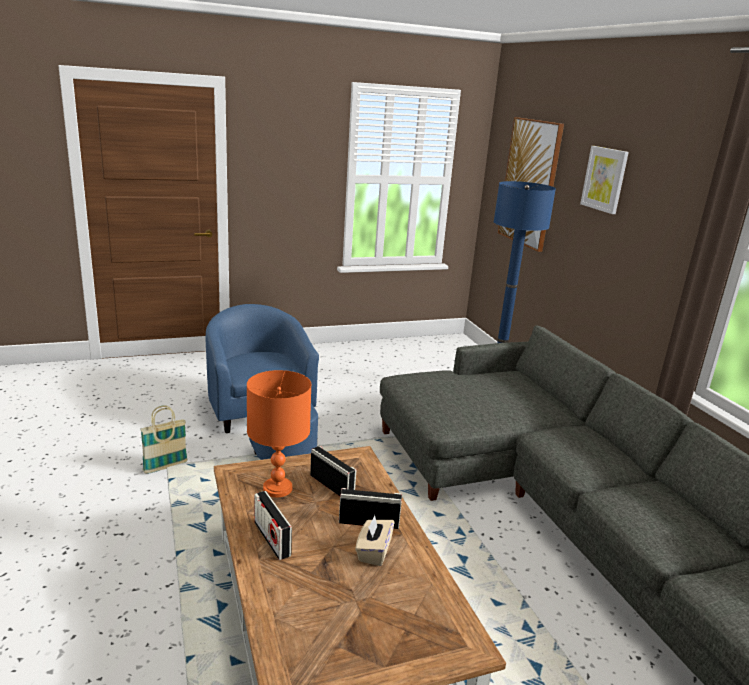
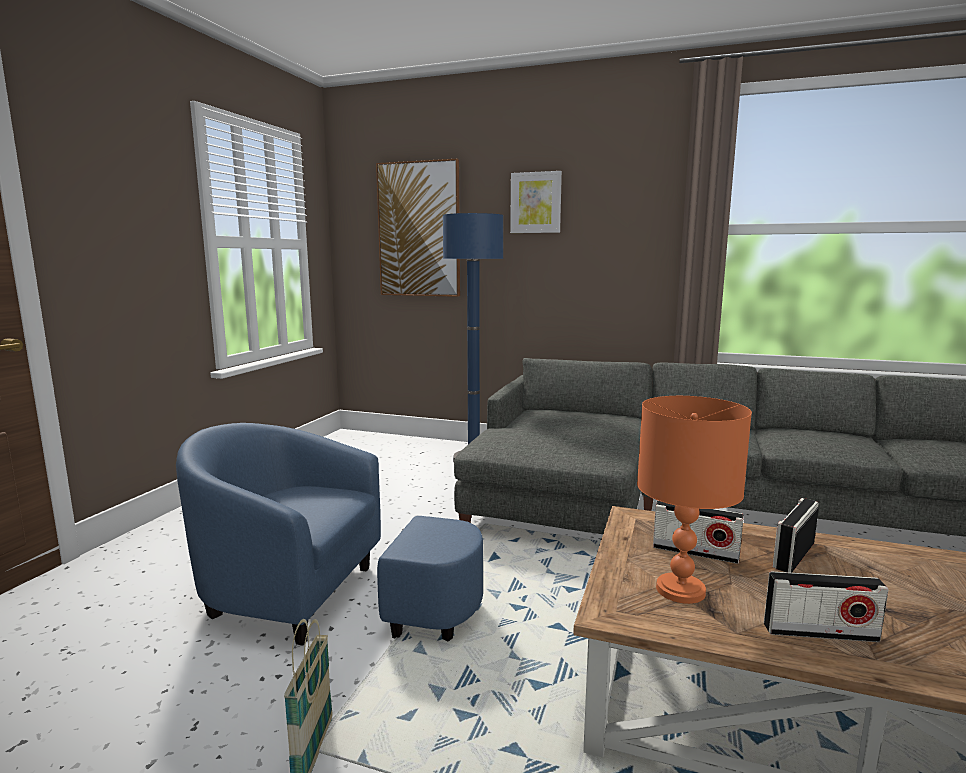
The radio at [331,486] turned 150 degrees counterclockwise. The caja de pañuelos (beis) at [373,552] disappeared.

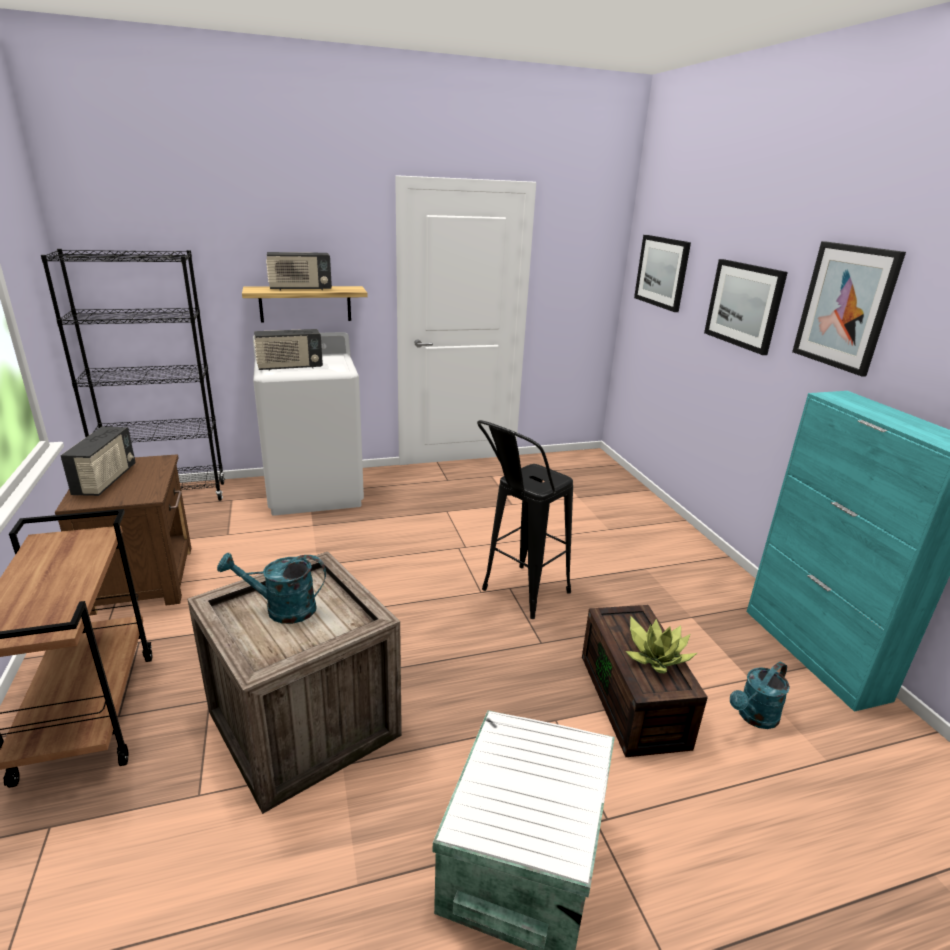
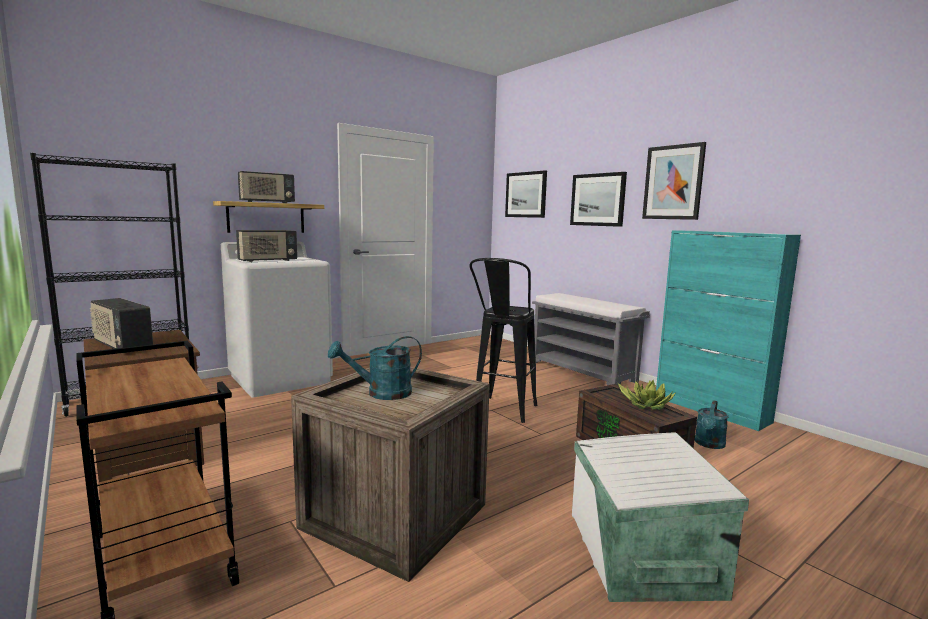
The radio at [106,480] turned 150 degrees clockwise. The banco (gris) at [583,371] appeared.

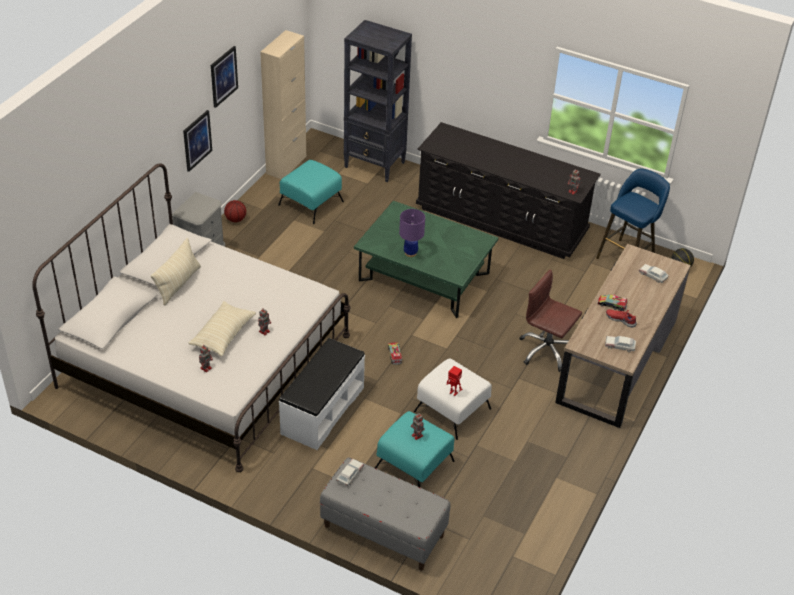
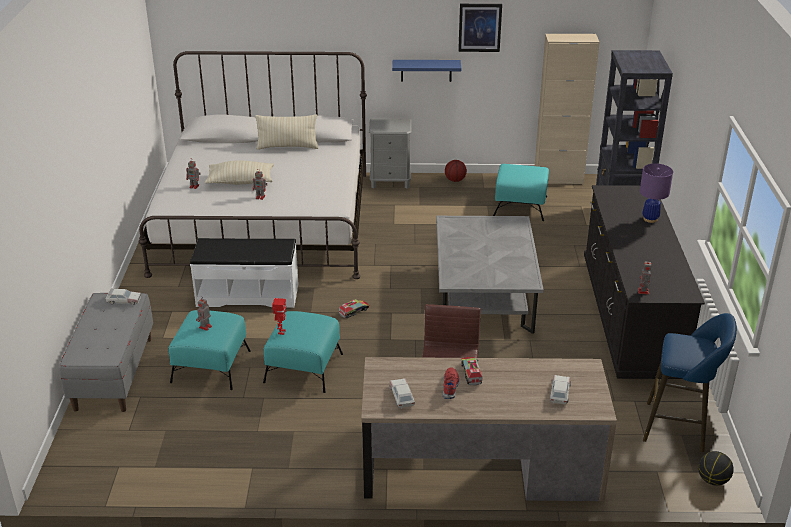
The puf (blanco) at [452,409] became the puf (turquesa) at [304,367]. The cuadro at [197,140] was replaced by the estante (azul) at [426,70]. The mesa de centro (verde) at [424,277] became the mesa de centro (gris) at [484,295]. The lámpara de mesa (morado) moved from [410,253] to [650,219].

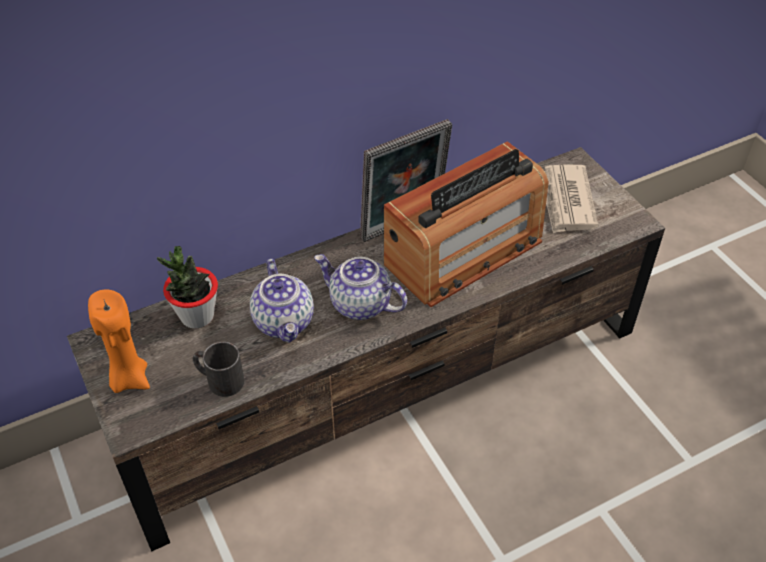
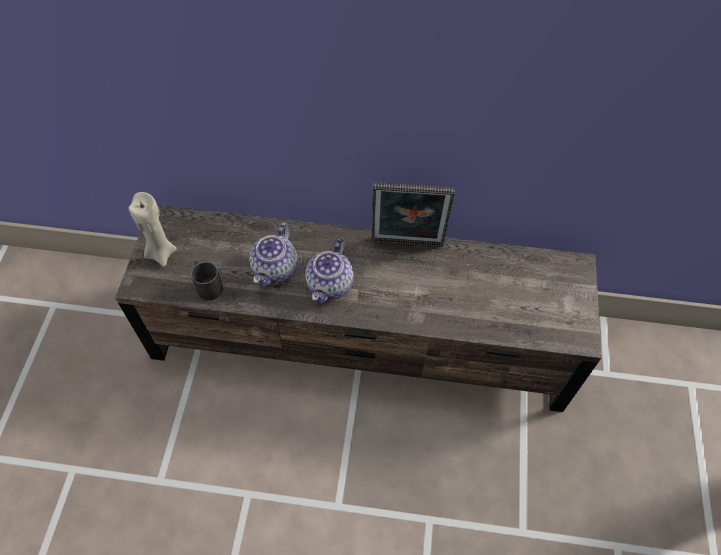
The vela (naranja) at [129,378] became the vela (beis) at [161,253]. The tetera at [359,304] turned 135 degrees counterclockwise. The planta en maceta at [197,316] disappeared. The radio at [464,252] disappeared. The periódico at [566,201] disappeared.

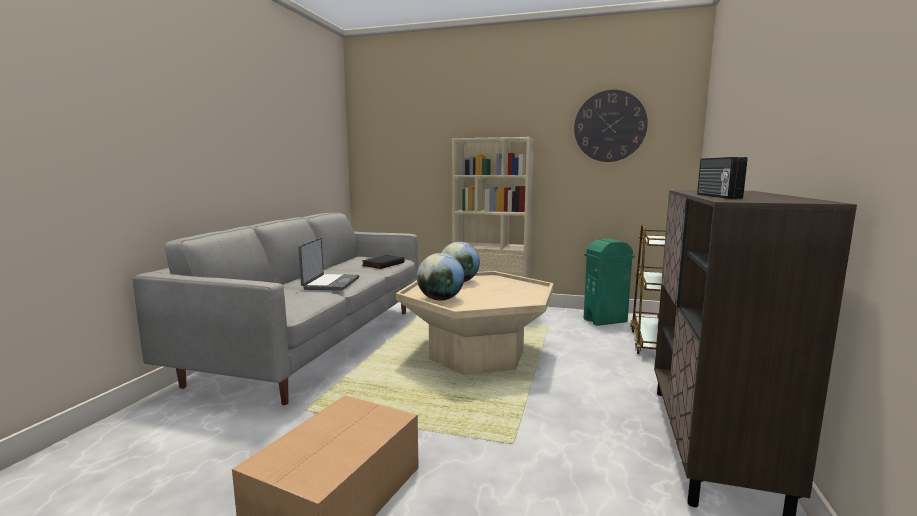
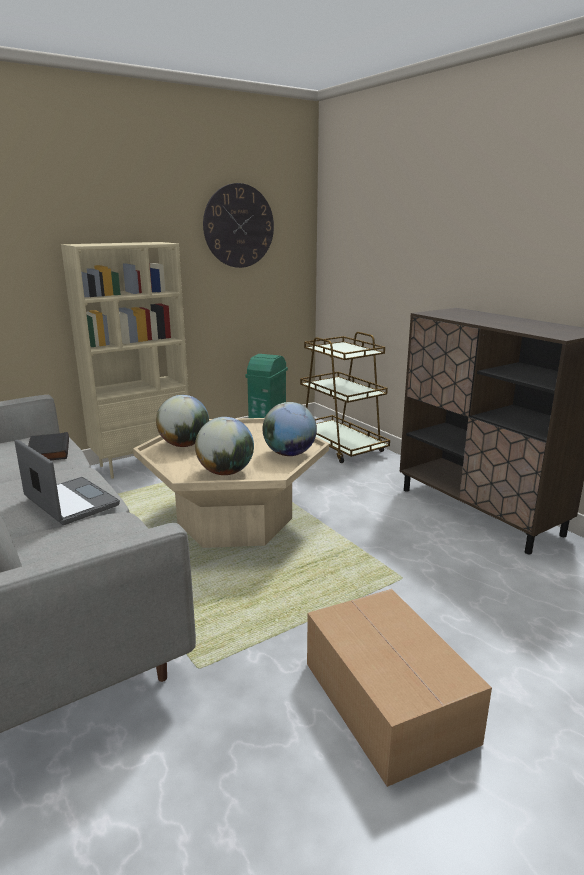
The globo terráqueo at [289,454] appeared. The radio at [716,196] disappeared.

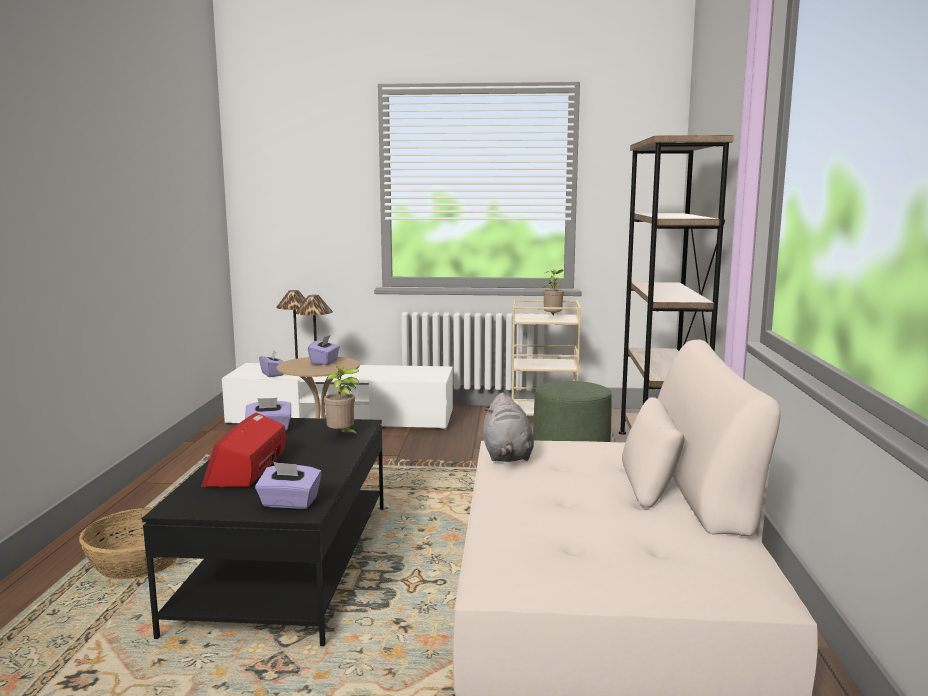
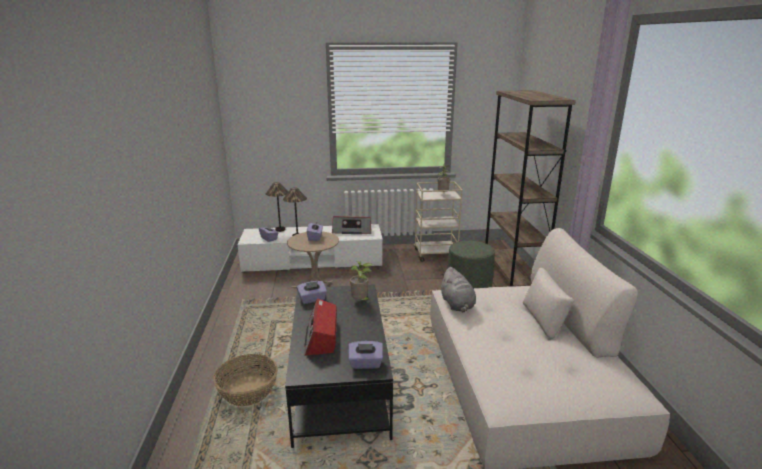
The radio at [352,230] appeared.

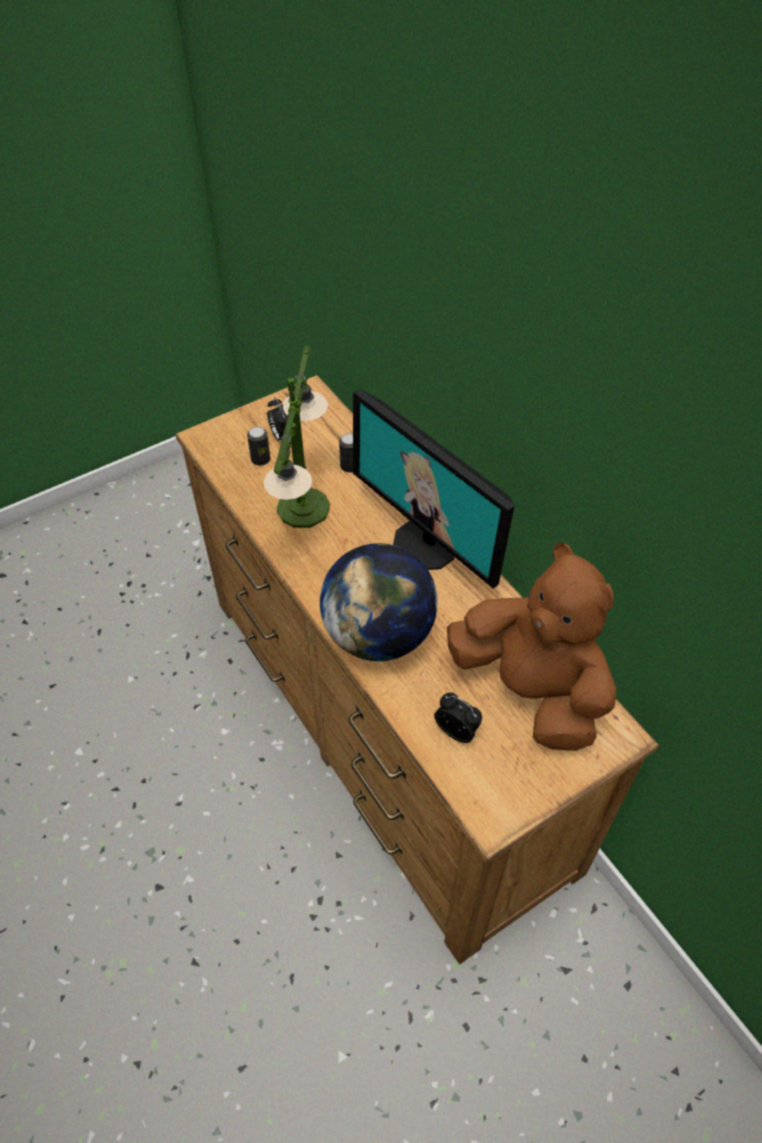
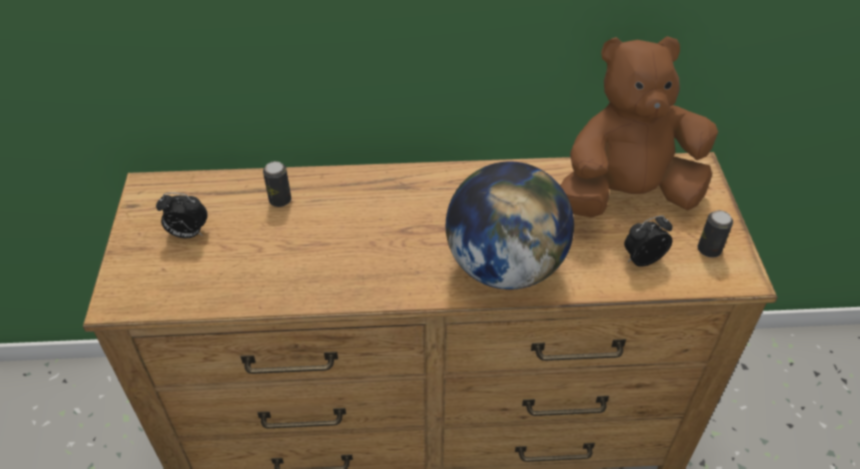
The lata moved from [260,459] to [709,250]. The lámpara de mesa at [303,507] disappeared. The monitor at [426,544] disappeared.

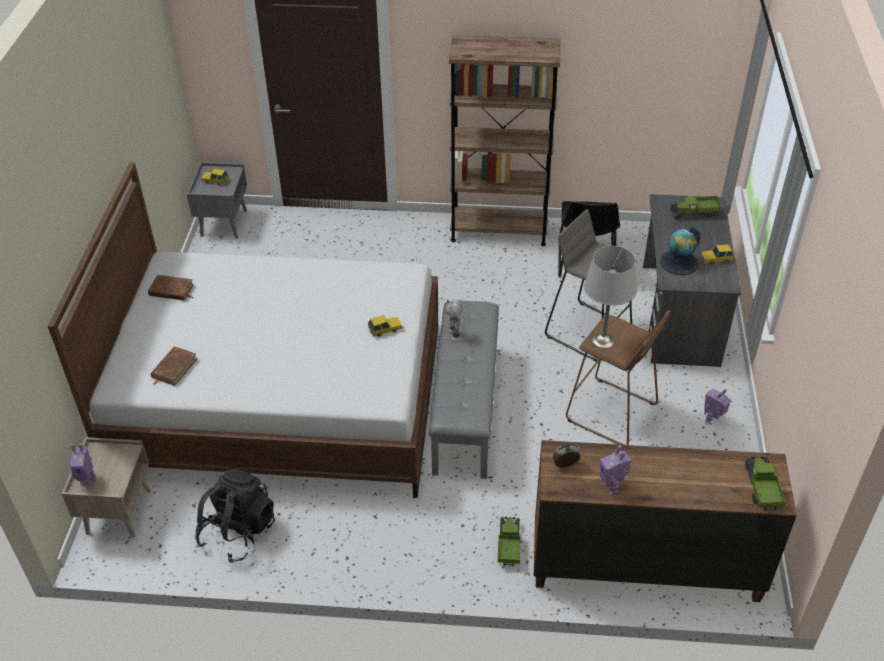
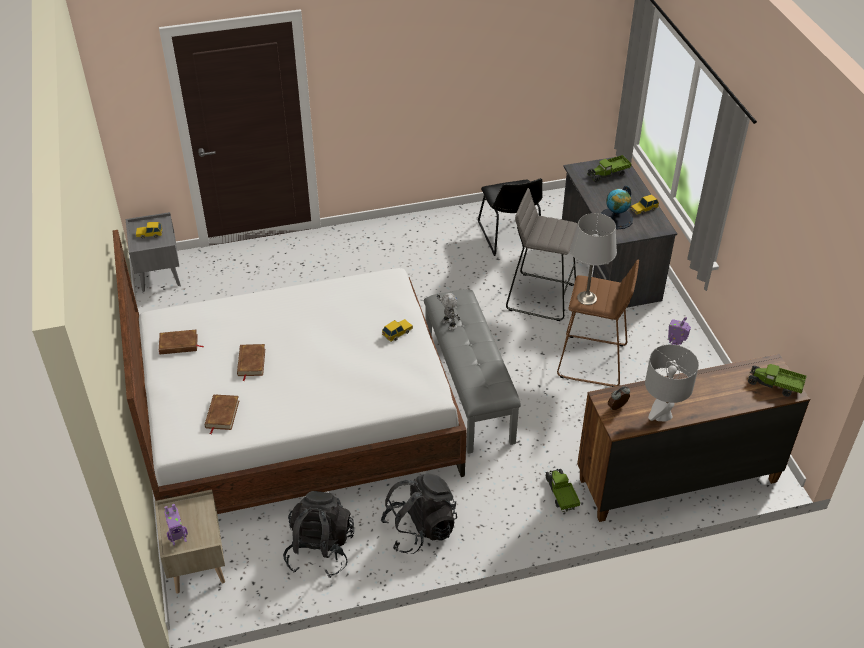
The libro (marrón) at [251,362] appeared. The mochila (negro) at [420,529] appeared. The robot de juguete at [611,487] was replaced by the lámpara de mesa (gris) at [662,415]. The camión de juguete at [761,489] turned 45 degrees counterclockwise. The estantería (marrón) at [499,231] disappeared.

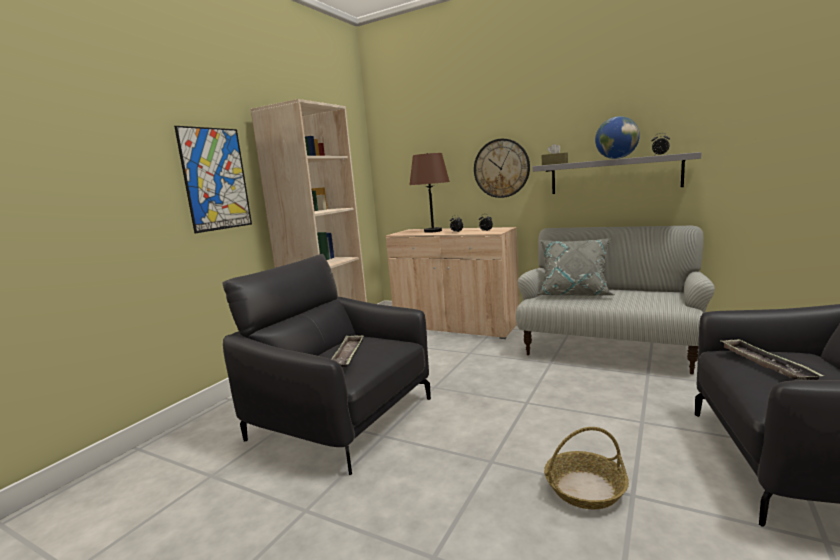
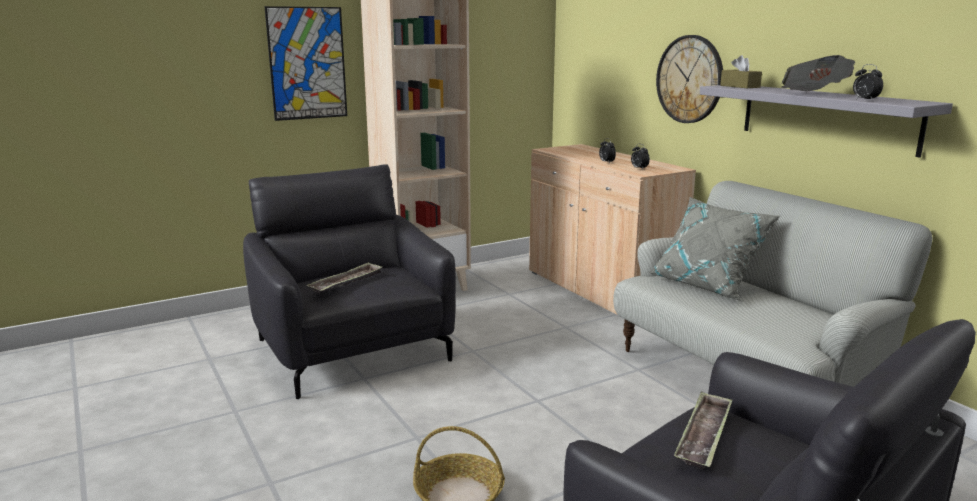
The globo terráqueo at [616,158] was replaced by the periódico at [814,94]. The lámpara de mesa (marrón) at [432,231] disappeared.

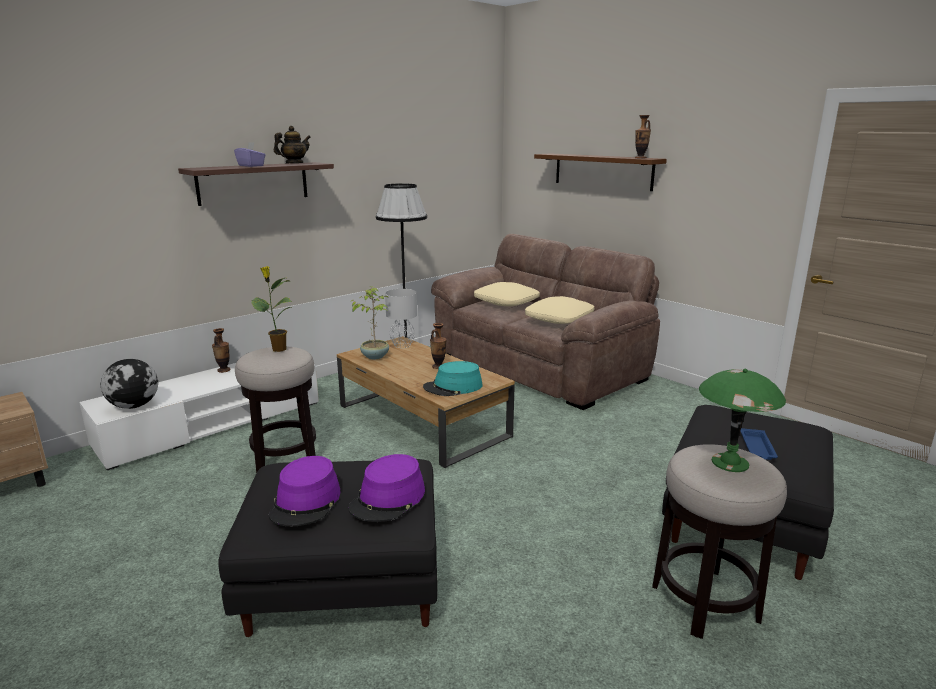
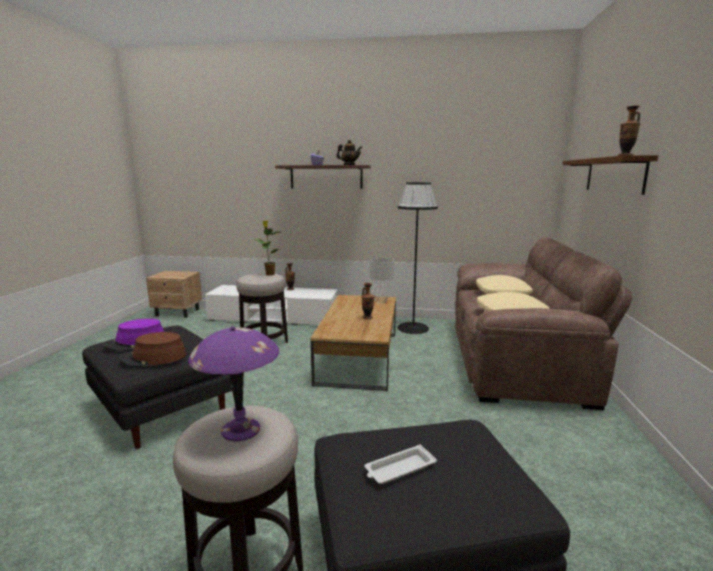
The sombrero (morado) at [388,499] became the sombrero (marrón) at [154,357]. The lámpara de mesa (verde) at [729,462] became the lámpara de mesa (morado) at [241,429]. The bandeja (azul) at [757,448] became the bandeja (blanco) at [399,469]. The globo terráqueo at [134,406] disappeared. The planta en maceta at [375,356] disappeared. The sombrero (turquesa) at [453,387] disappeared.

